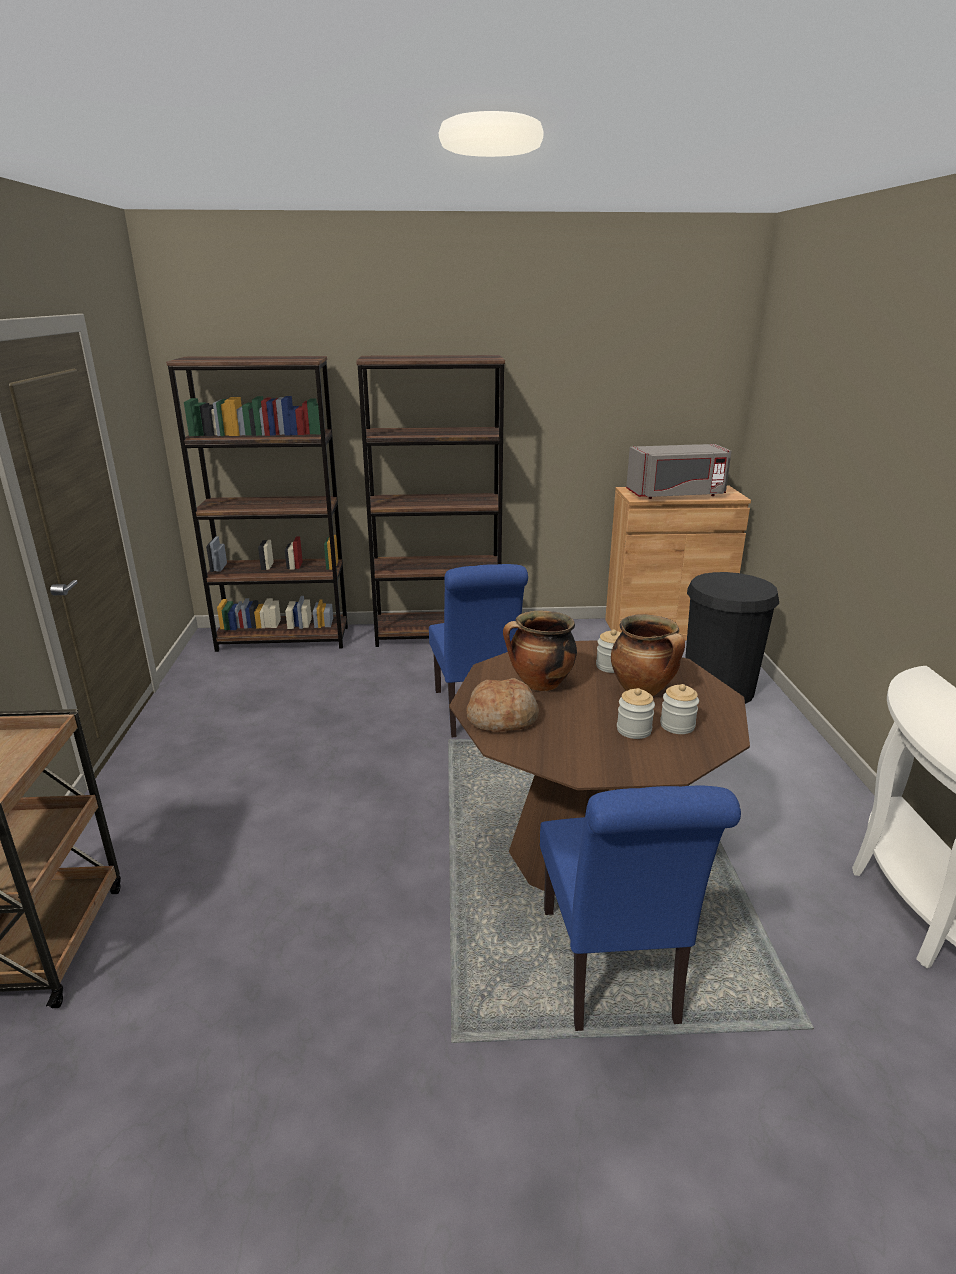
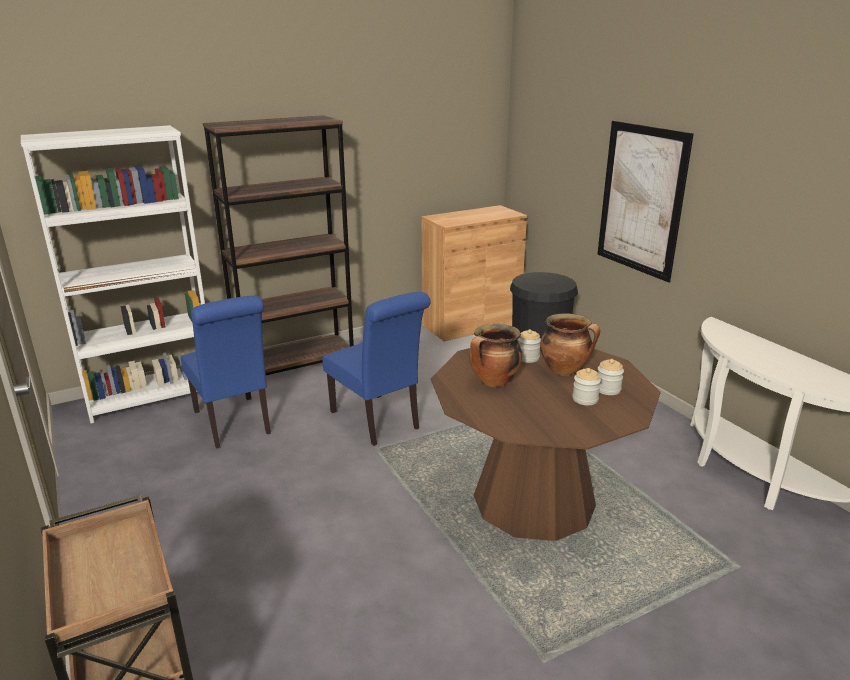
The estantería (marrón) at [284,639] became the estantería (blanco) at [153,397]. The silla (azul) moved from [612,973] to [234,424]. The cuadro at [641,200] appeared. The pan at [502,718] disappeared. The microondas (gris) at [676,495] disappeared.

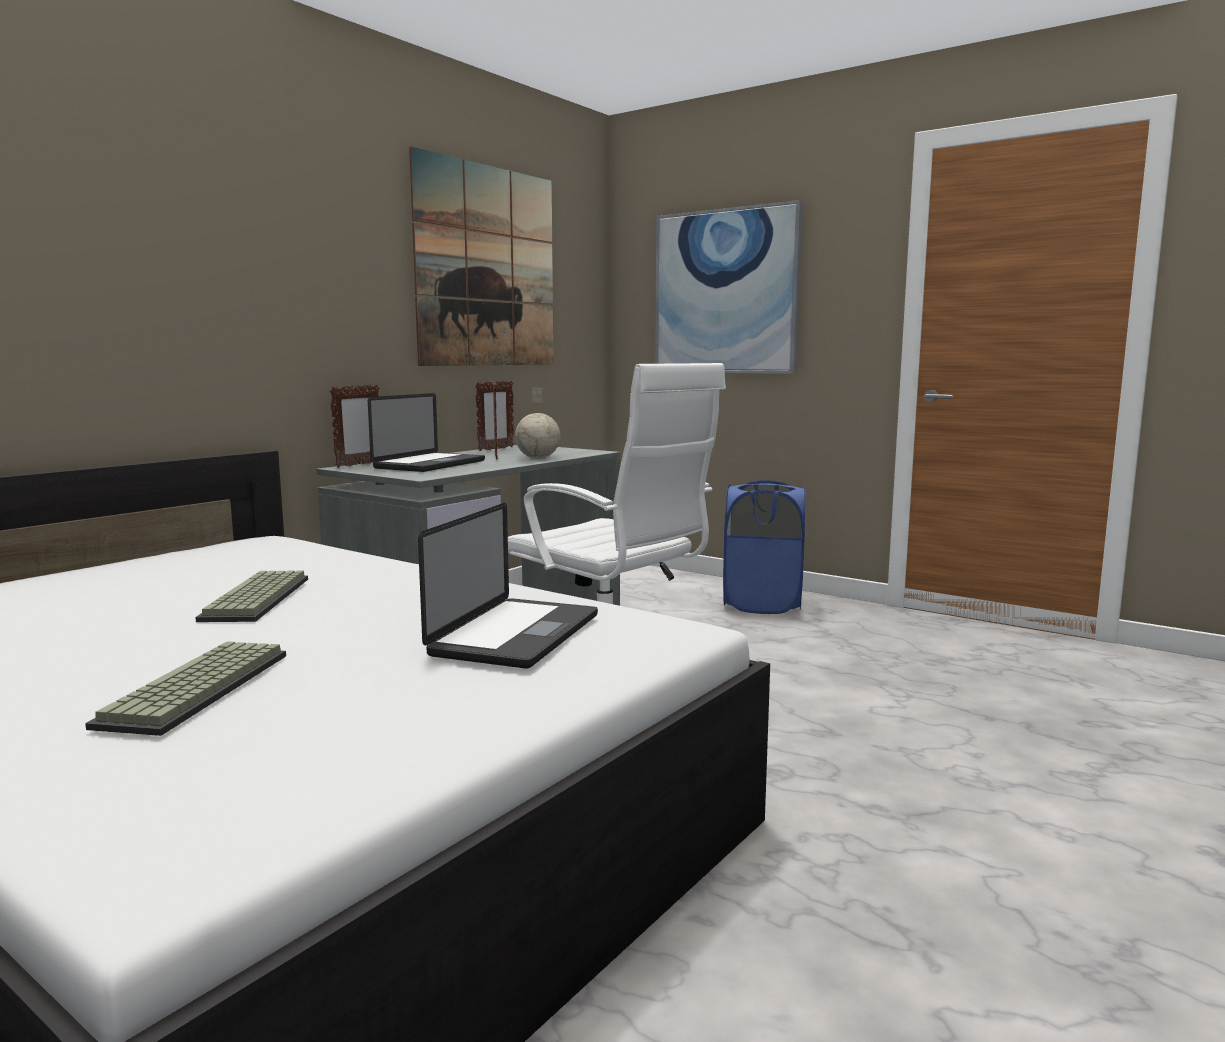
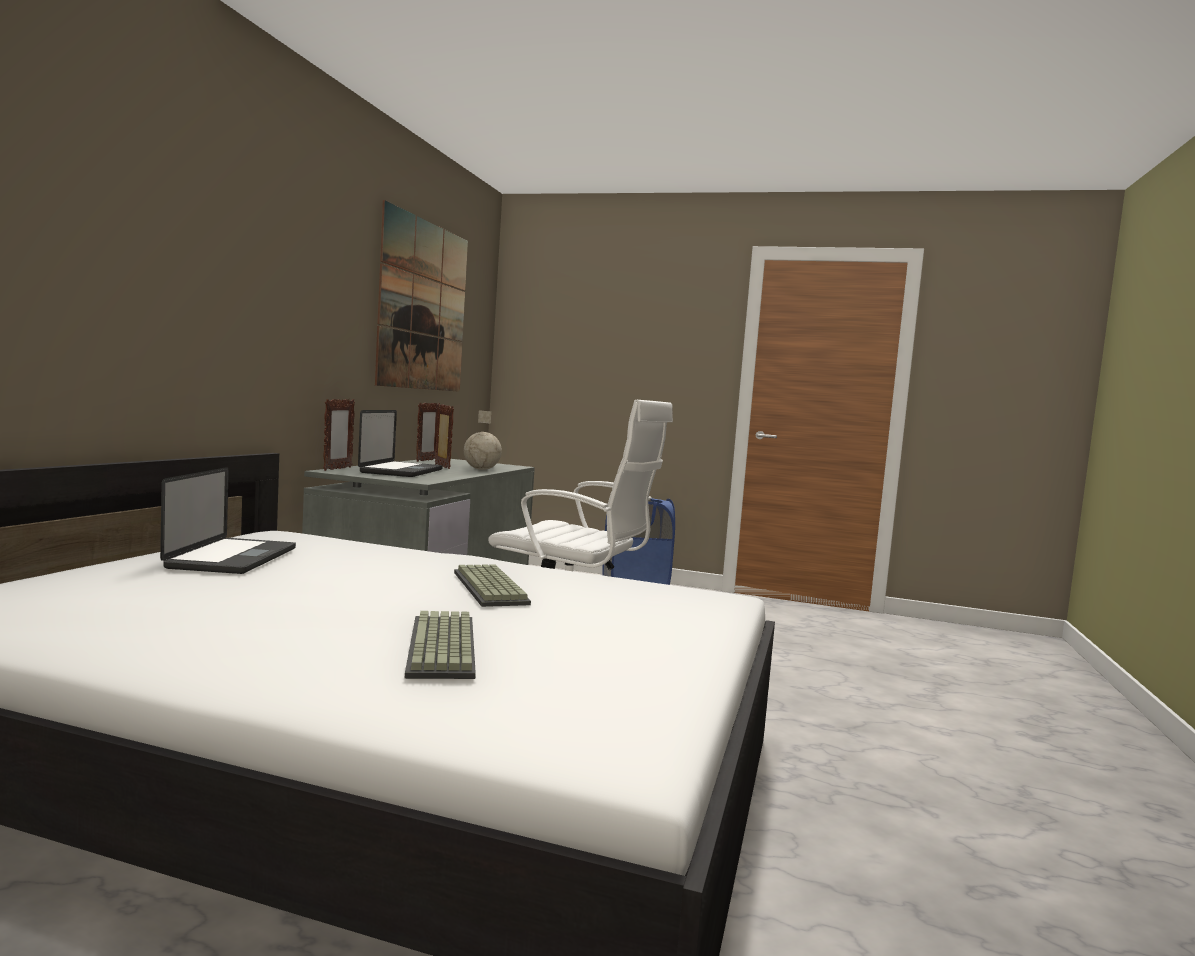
The portátil moved from [516,635] to [233,558]. The teclado moved from [259,599] to [492,588]. The cuadro at [725,292] disappeared.

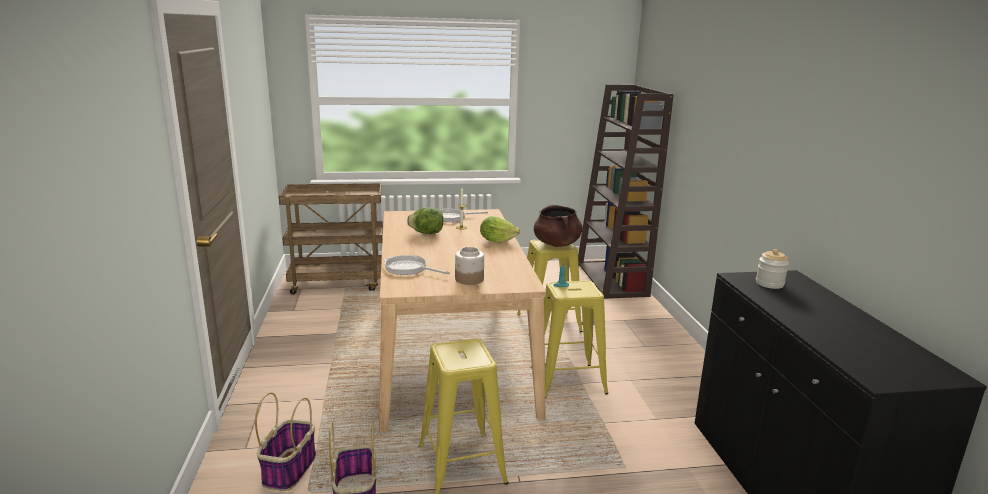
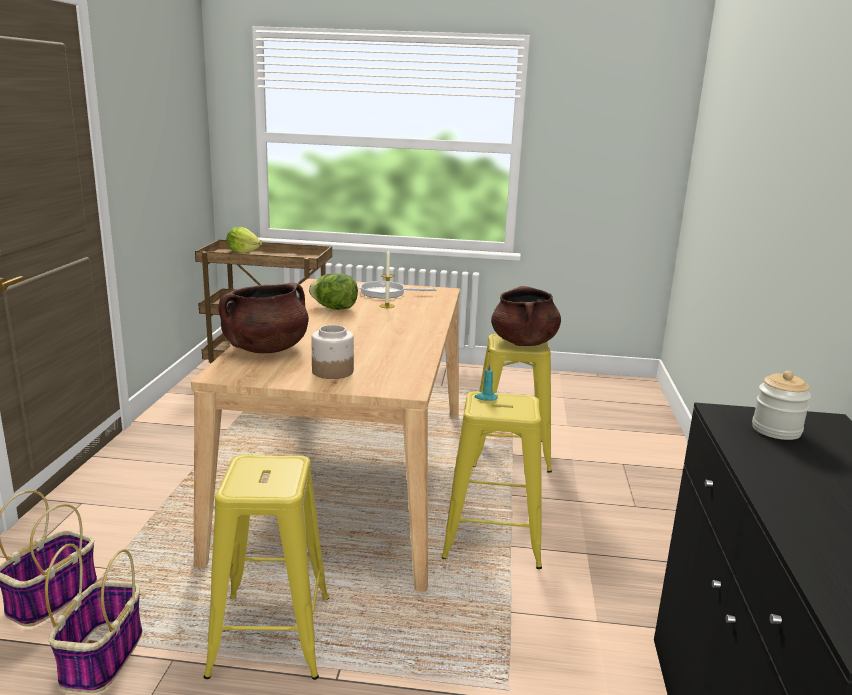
The sartén at [408,268] was replaced by the olla (marrón) at [265,349]. The lechuga moved from [497,241] to [243,252]. The estantería (marrón) at [612,280] disappeared.

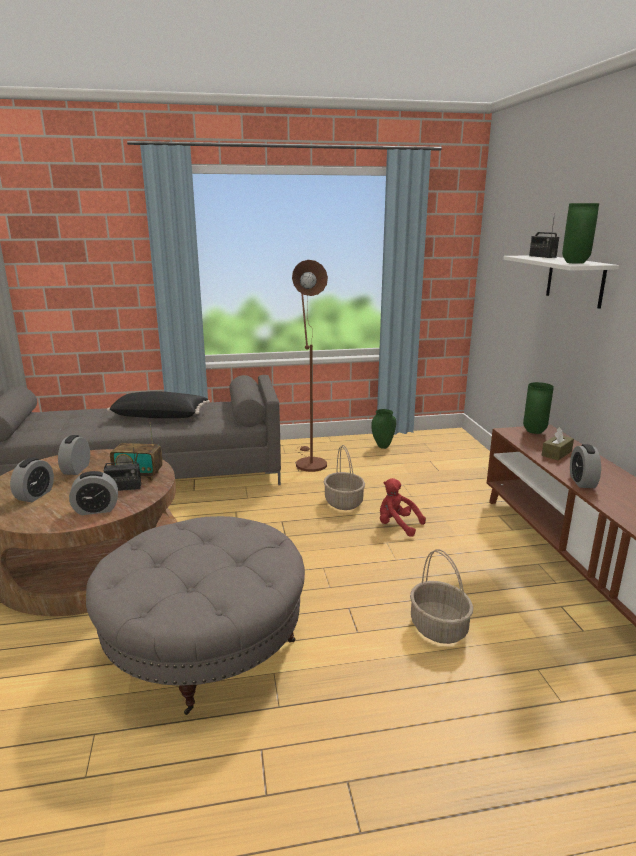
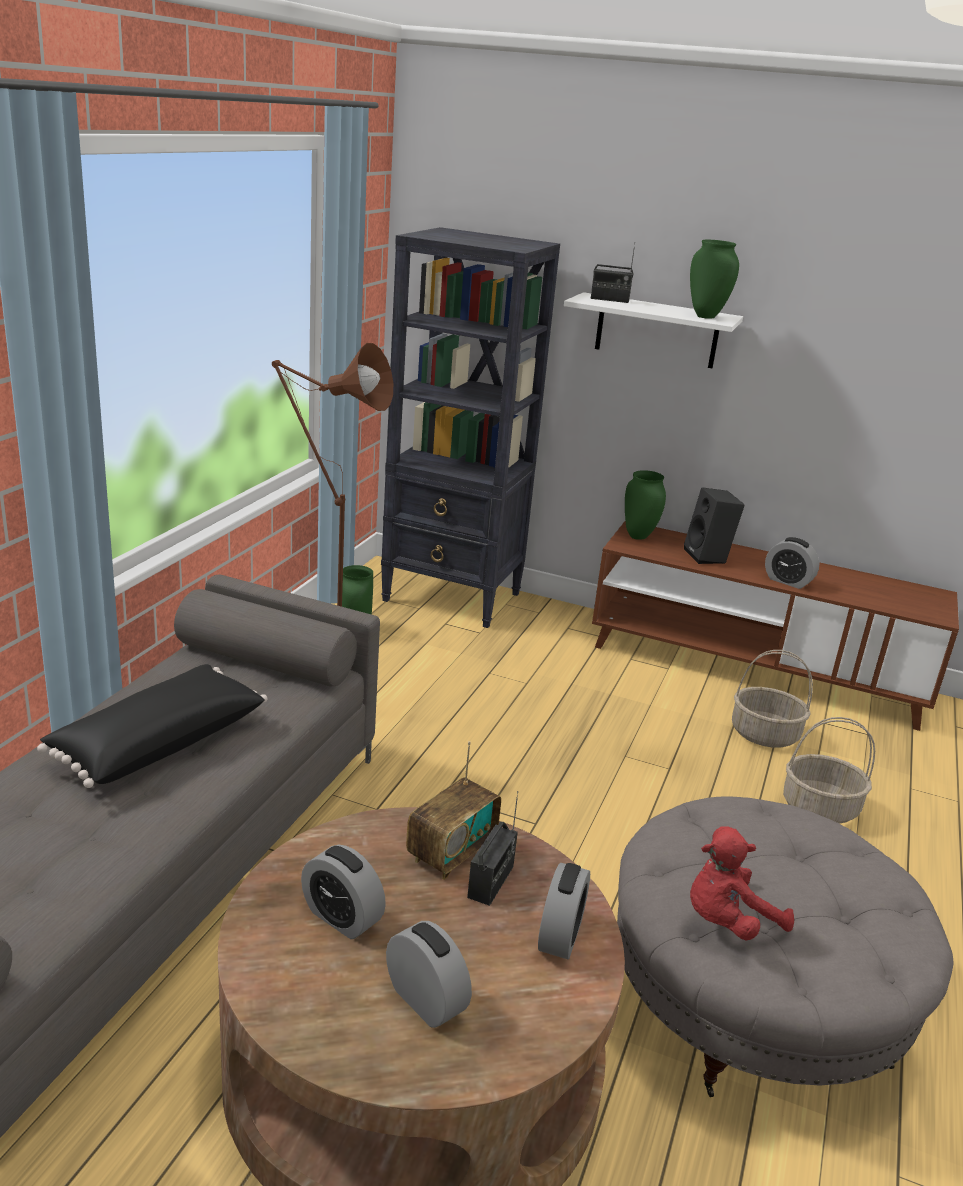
The estantería (negro) at [453,597] appeared. The caja de pañuelos (marrón) at [556,453] was replaced by the altavoz (negro) at [709,557]. The peluche (rojo) moved from [397,525] to [727,921]. The cesta moved from [344,502] to [765,734].

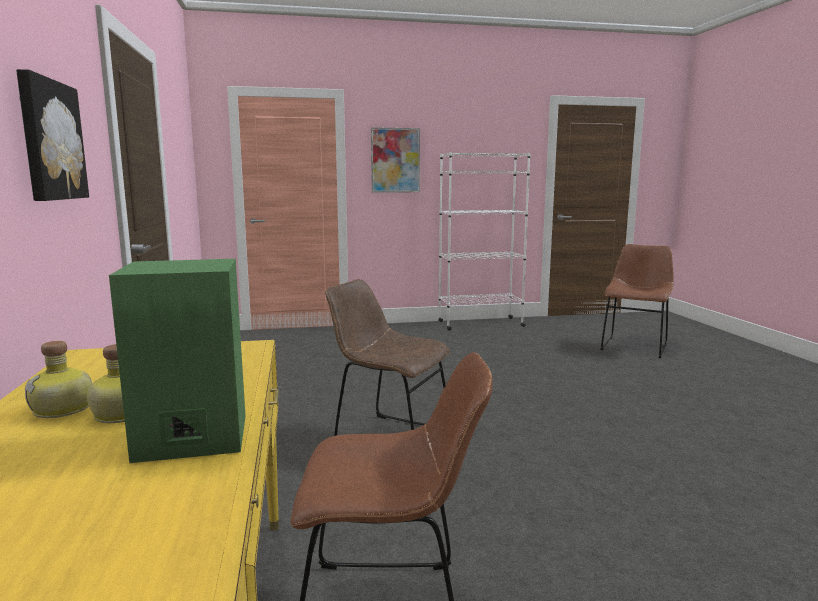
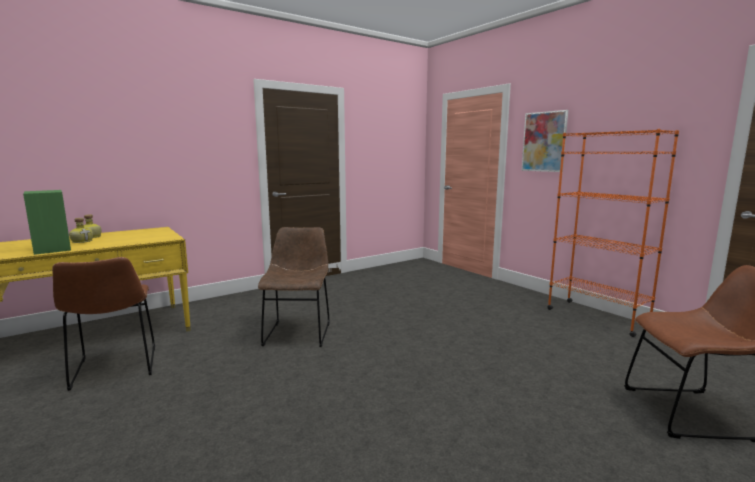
The estantería (blanco) at [480,324] became the estantería (naranja) at [597,317]. The cuadro at [49,140] disappeared.

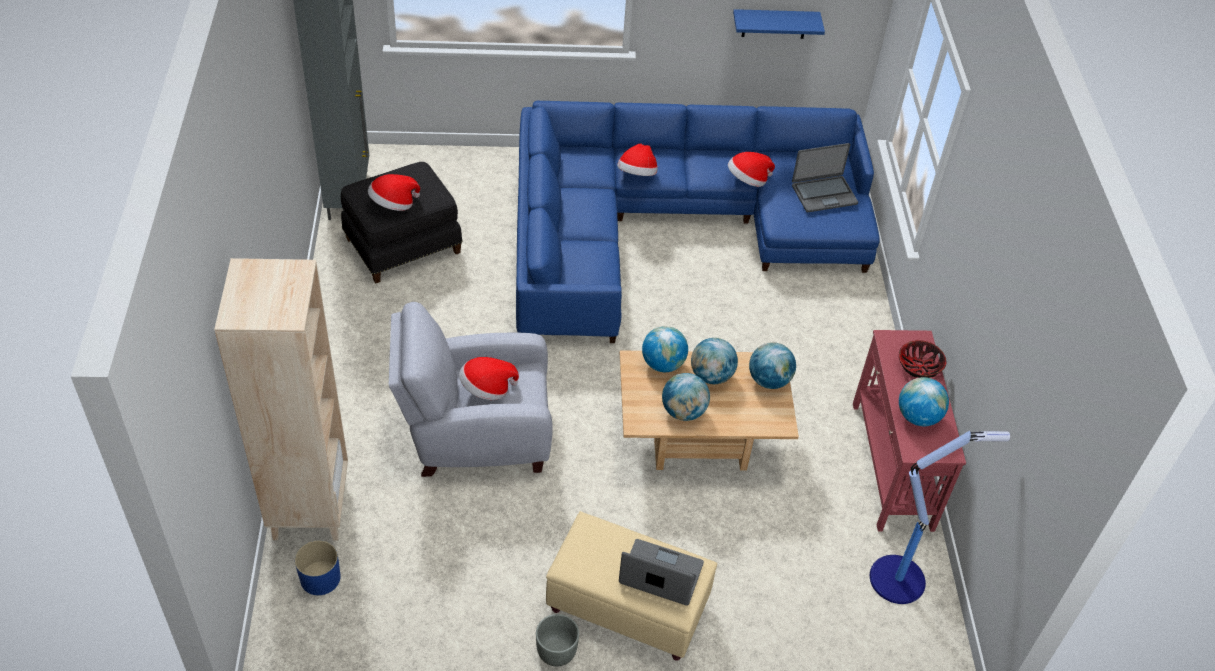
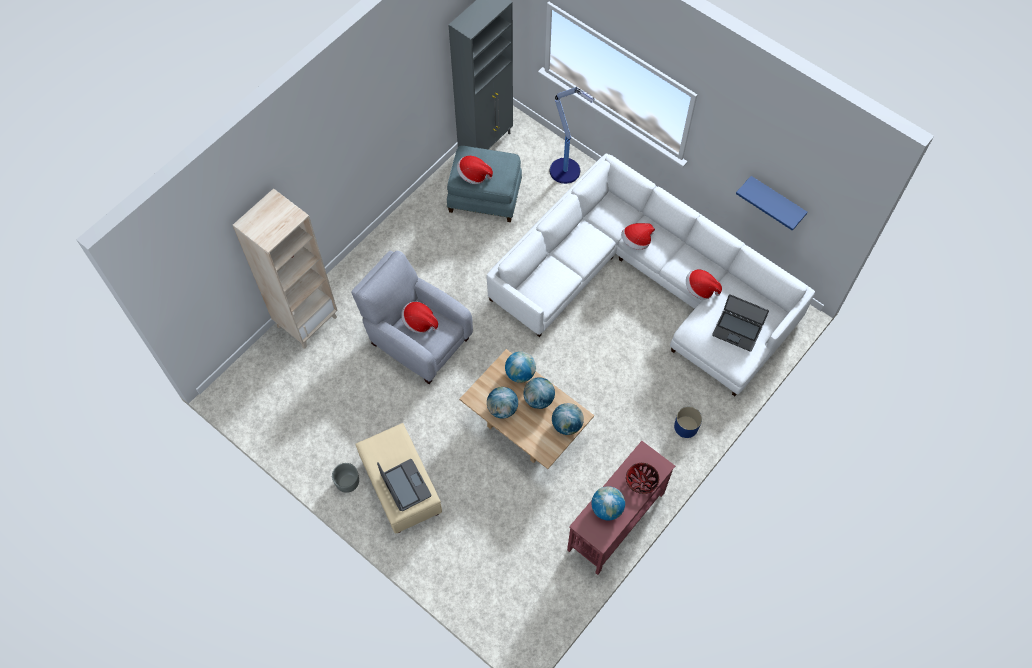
The puf (negro) at [402,244] became the puf (azul) at [485,196]. The sofá (azul) at [672,225] became the sofá (blanco) at [648,284]. The lámpara de pie moved from [900,579] to [566,171]. The maceta (azul) moved from [320,578] to [686,427].

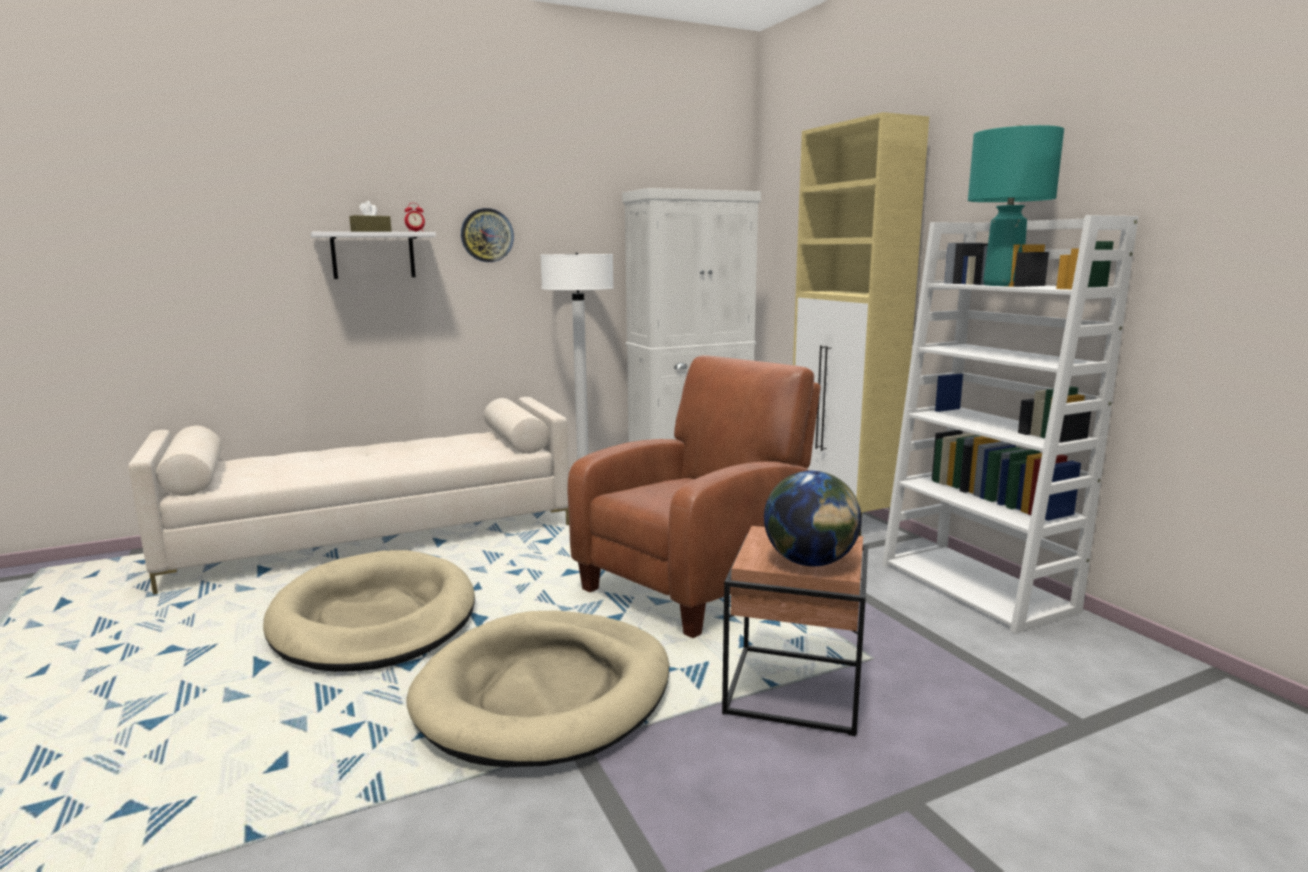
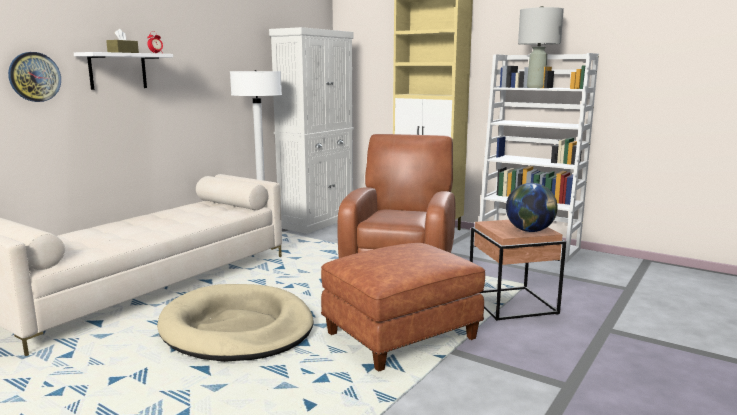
The reloj de pared moved from [487,235] to [34,77]. The cama para perro (beis) at [545,693] was replaced by the puf (marrón) at [401,335]. The lámpara de mesa (turquesa) at [1002,285] became the lámpara de mesa (gris) at [536,87].

